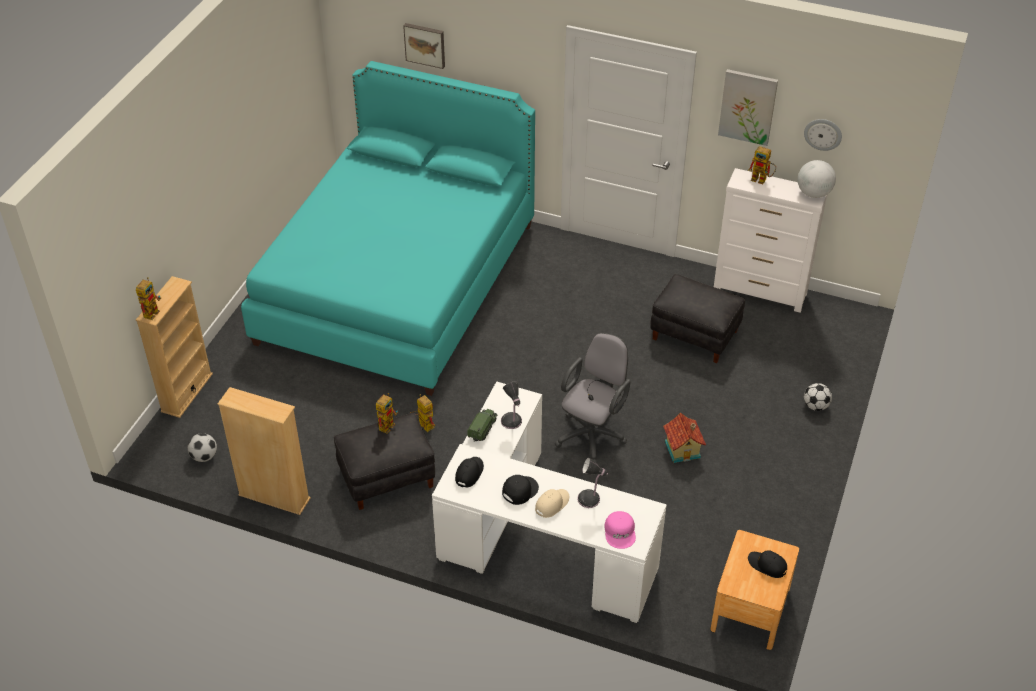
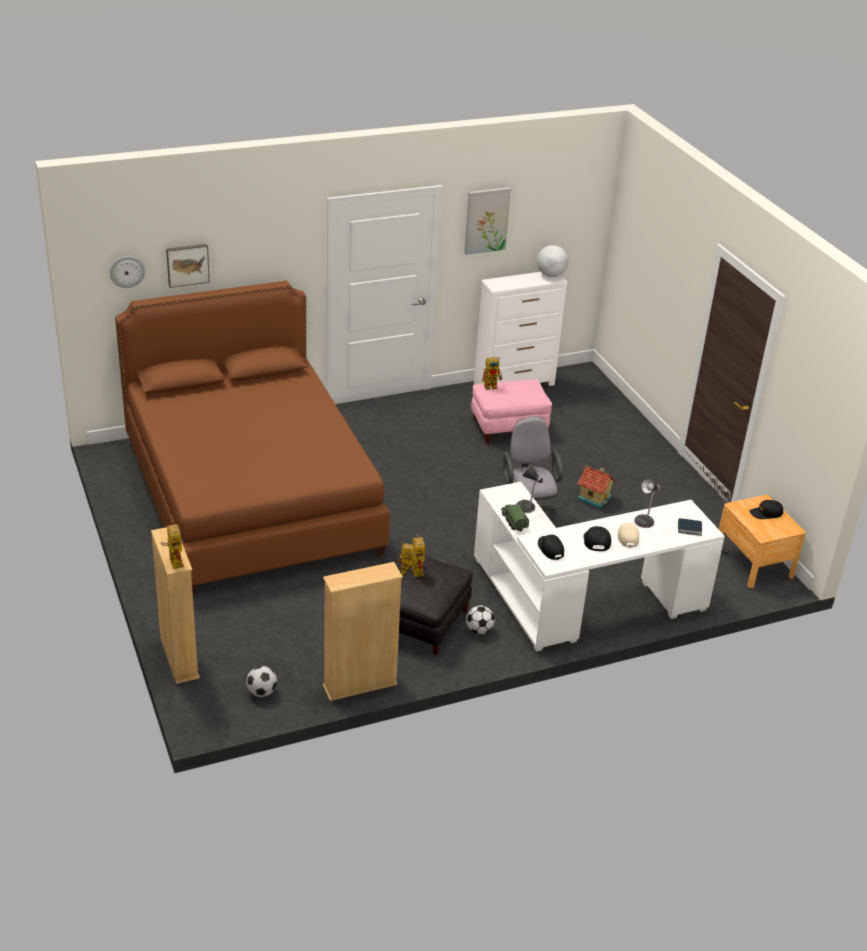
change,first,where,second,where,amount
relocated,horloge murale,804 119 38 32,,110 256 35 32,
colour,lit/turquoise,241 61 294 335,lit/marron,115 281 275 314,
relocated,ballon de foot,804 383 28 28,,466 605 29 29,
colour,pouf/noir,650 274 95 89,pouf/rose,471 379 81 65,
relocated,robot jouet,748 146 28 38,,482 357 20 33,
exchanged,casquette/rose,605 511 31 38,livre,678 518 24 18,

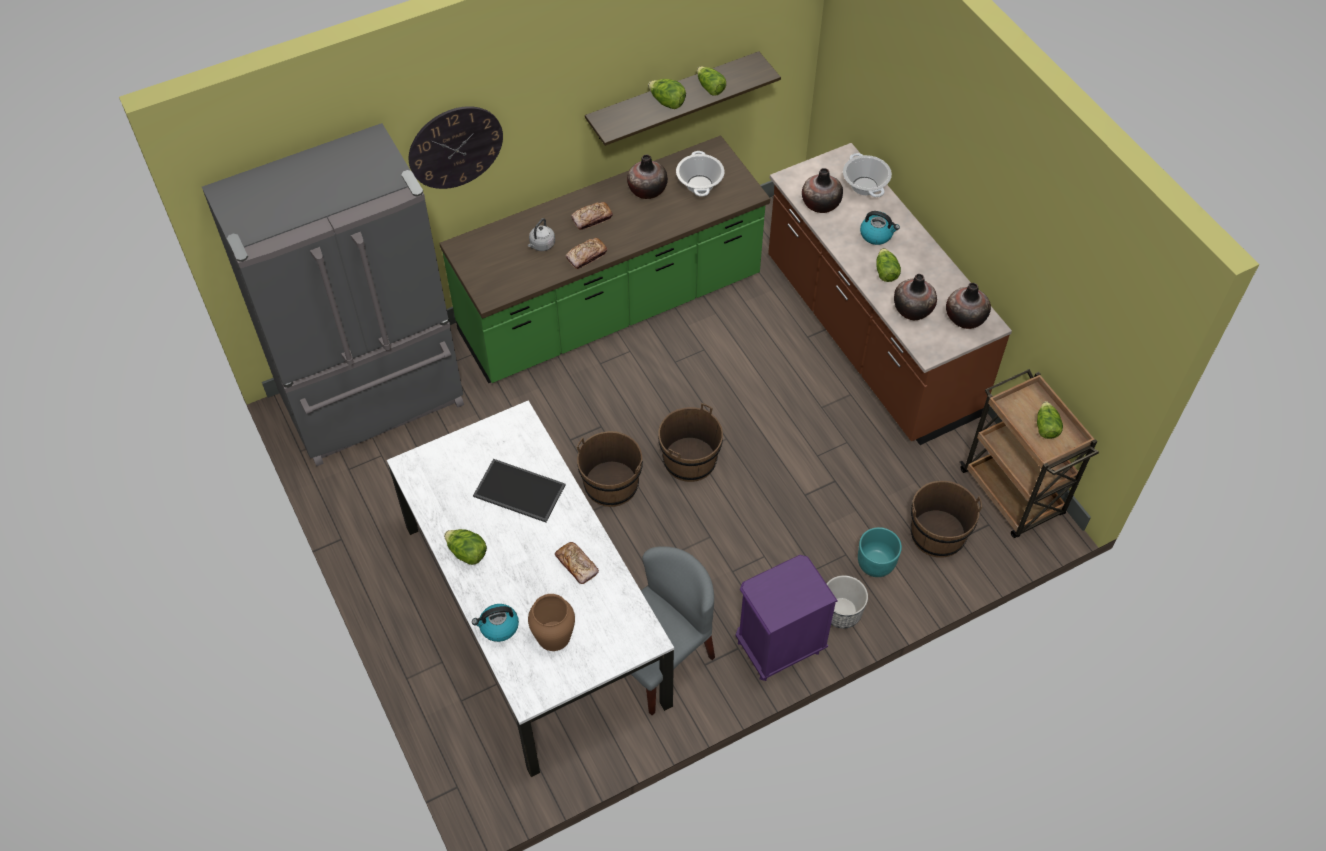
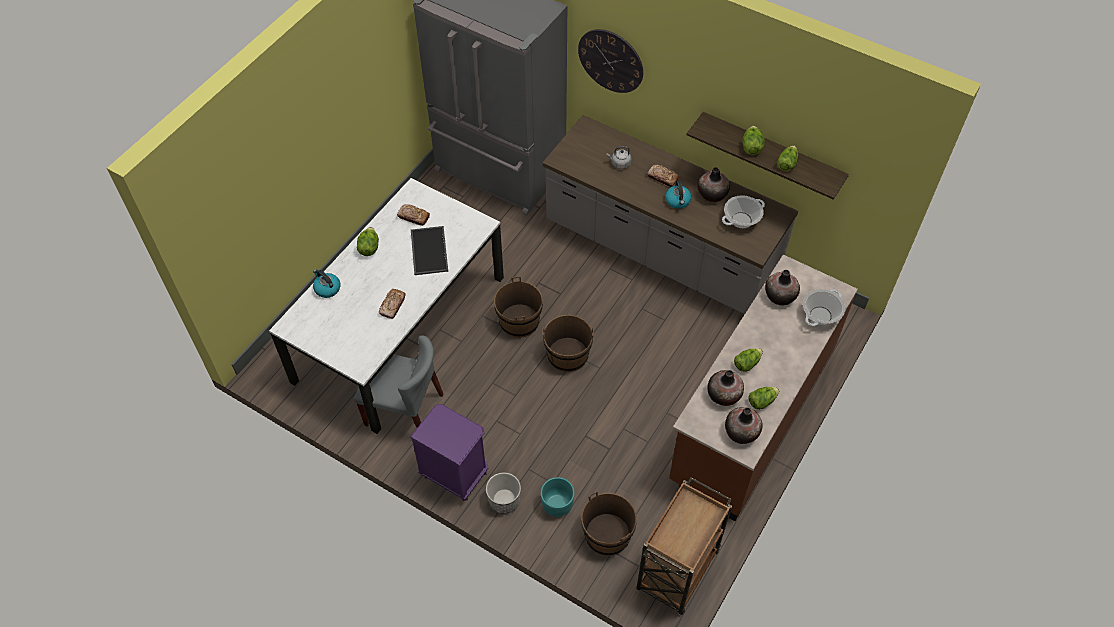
change,first,where,second,where,amount
relocated,pain,566 238 41 31,,397 204 33 22,
colour,comptoir de cuisine/vert,439 135 331 248,comptoir de cuisine/gris,542 115 256 199,
relocated,bouilloire,860 211 40 34,,665 180 26 29,
relocated,laitue,1037 401 26 38,,748 387 32 23,
missing,vase/marron,528 594 47 57,,,

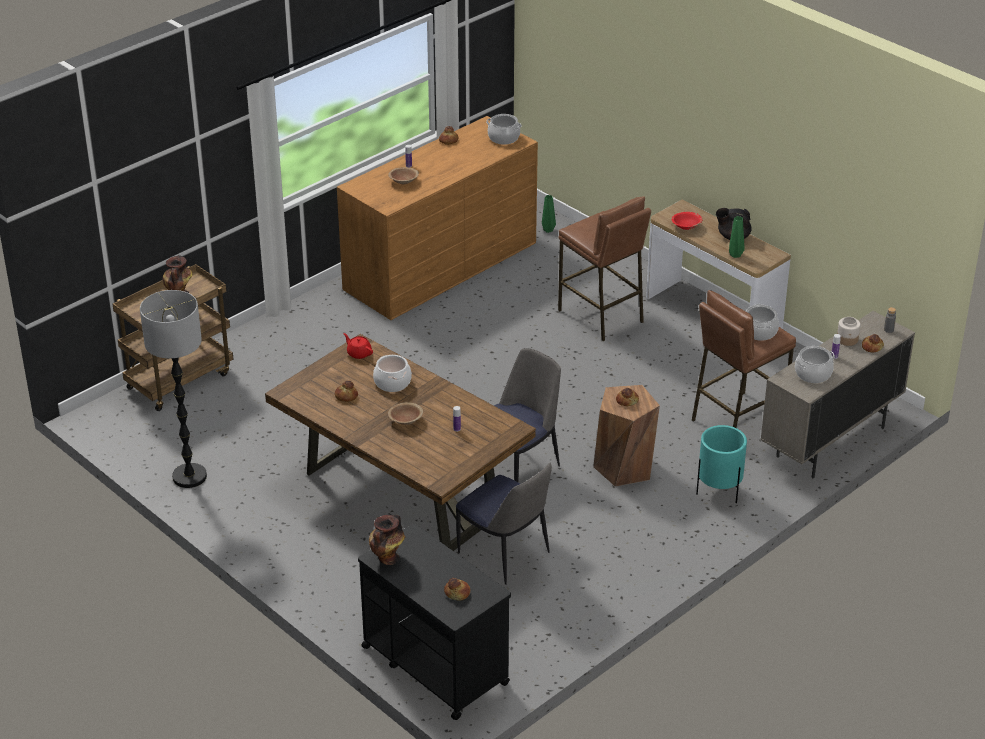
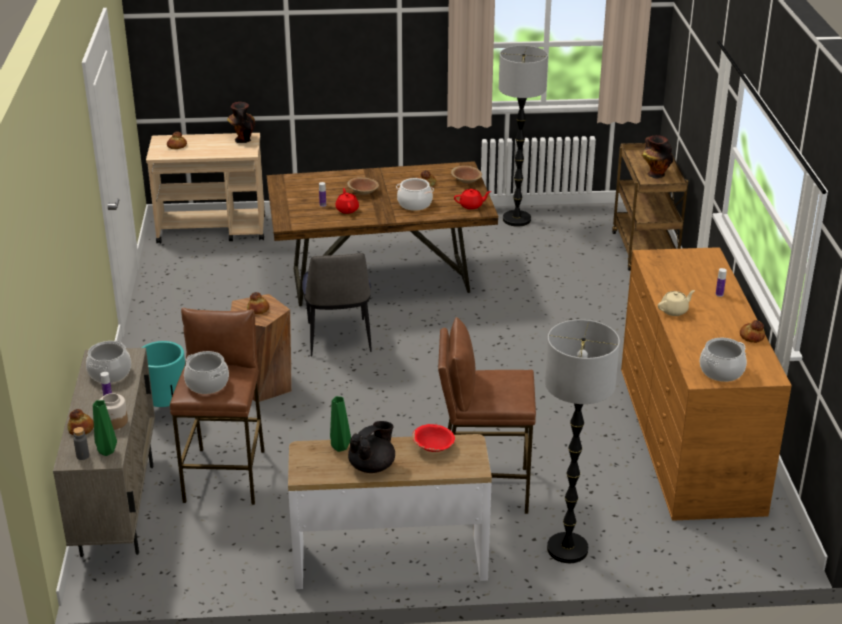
change,first,where,second,where,amount
relocated,vase/vert,542 195 14 38,,93 400 24 56,
colour,chariot/noir,358 523 153 197,chariot/beige,146 133 119 111,
appeared,,,théière/rouge,335 188 24 26,
relocated,bol/marron,388 167 31 17,,451 166 31 18,
appeared,,,lampadaire,545 320 75 243,
appeared,,,théière/beige,658 290 37 26,
missing,chaise,456 462 96 123,,,

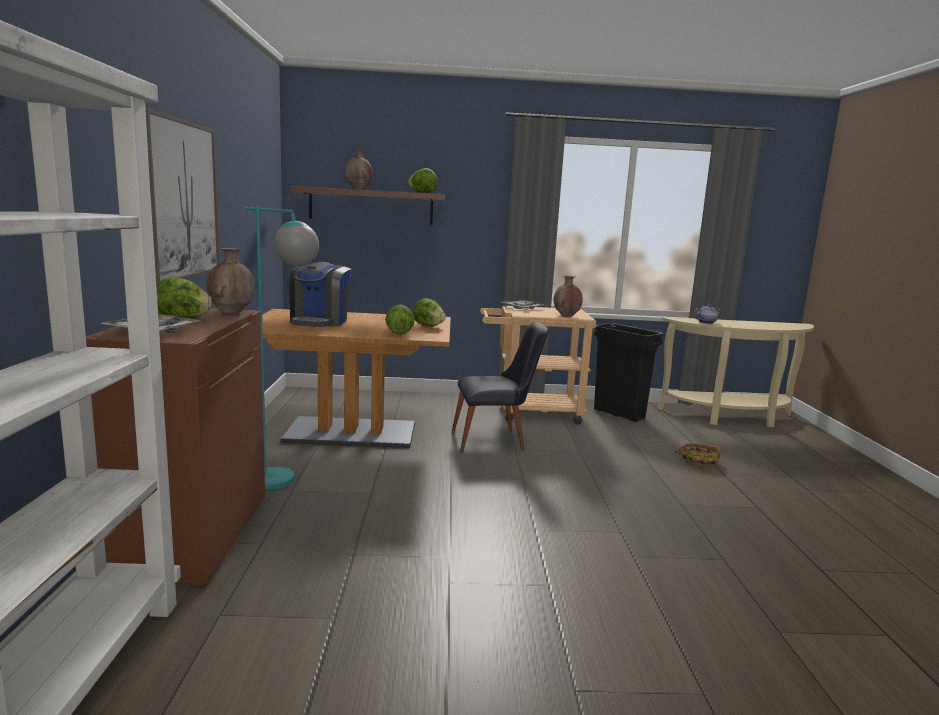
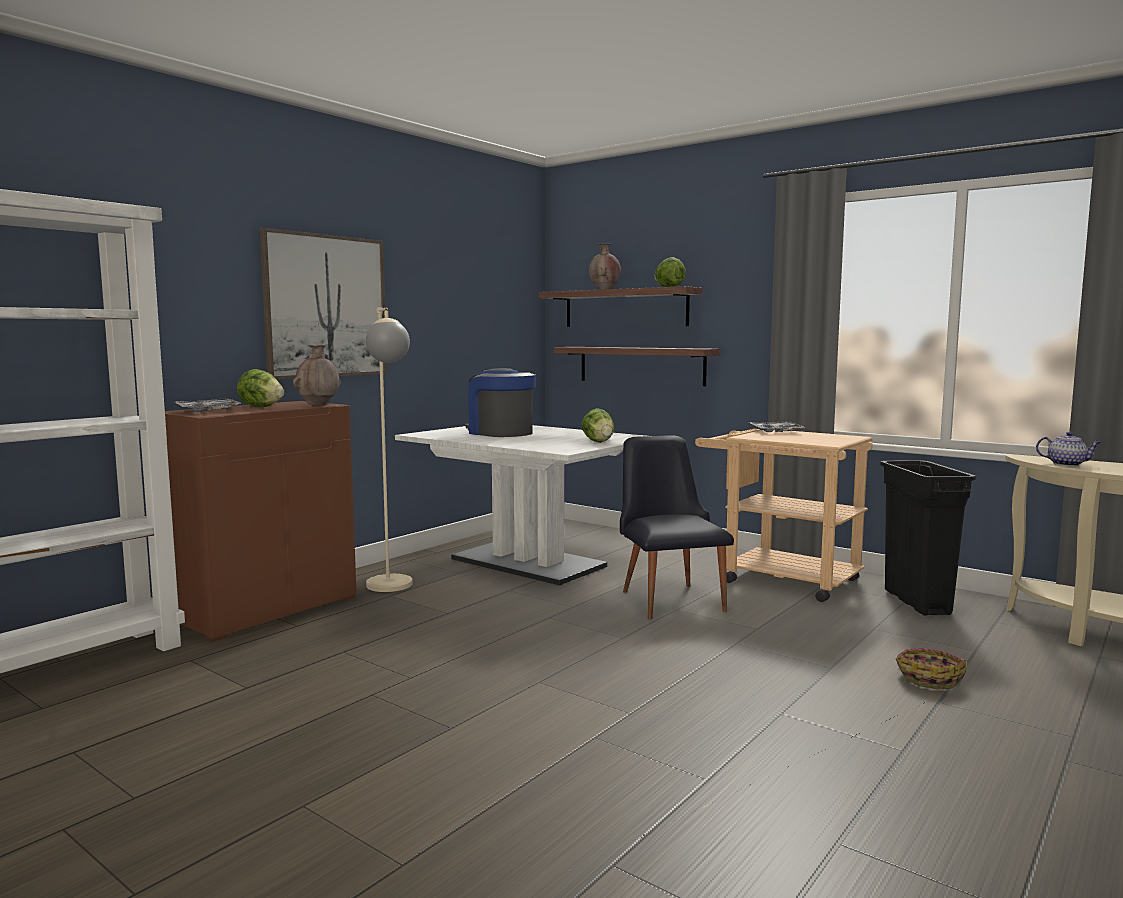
change,first,where,second,where,amount
colour,lampadaire/turquoise,245 206 74 284,lampadaire/beige,366 307 47 285,
colour,table à manger/marron,262 309 189 139,table à manger/blanc,395 425 250 160,
spun,machine à café,289 262 62 65,,465 368 71 69,90 degrees clockwise
appeared,,,étagère,554 347 166 39,
spun,chaise/noir,452 322 96 130,,620 435 114 184,135 degrees counterclockwise
missing,laitue,385 305 30 30,,,
missing,vase/marron,554 275 29 42,,,

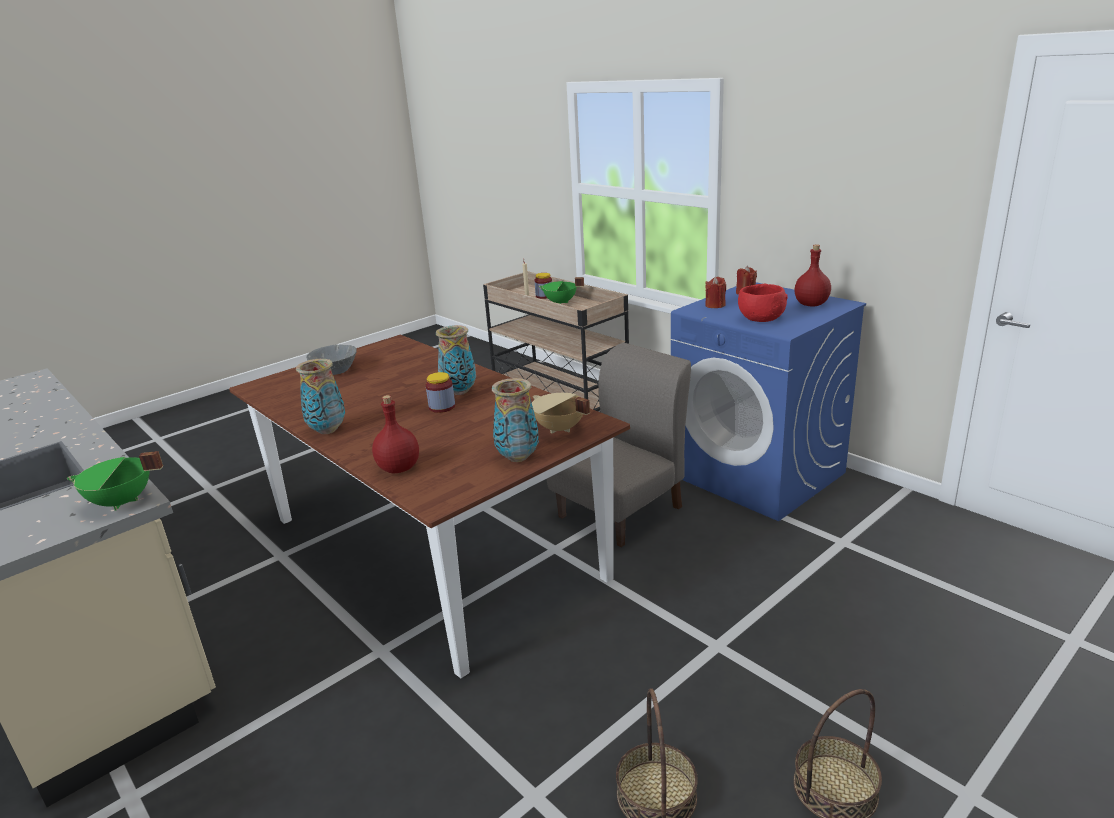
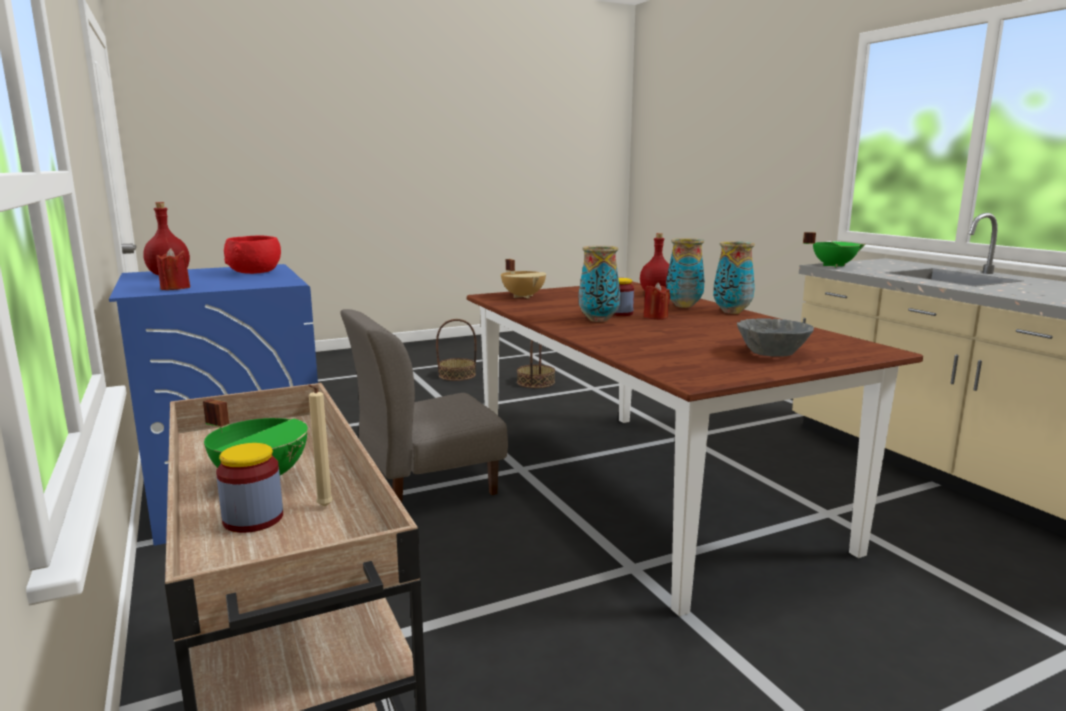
change,first,where,second,where,amount
relocated,bougie/rouge,705 277 21 31,,643 283 27 37,
relocated,vase,492 378 47 84,,666 238 39 70,

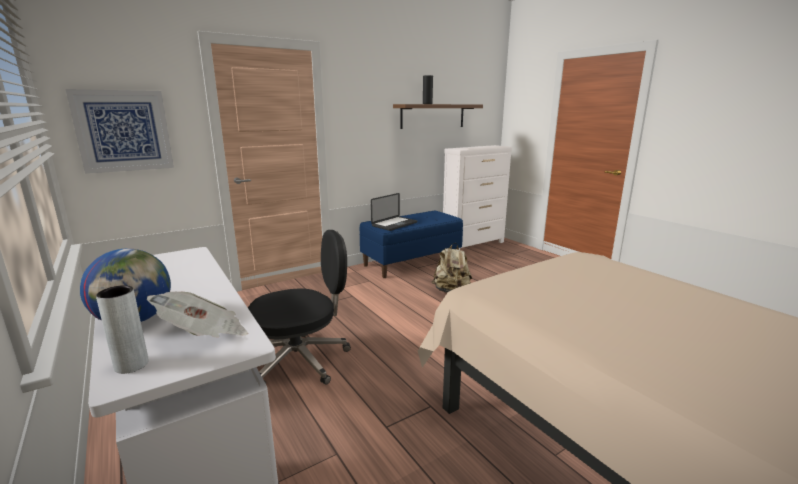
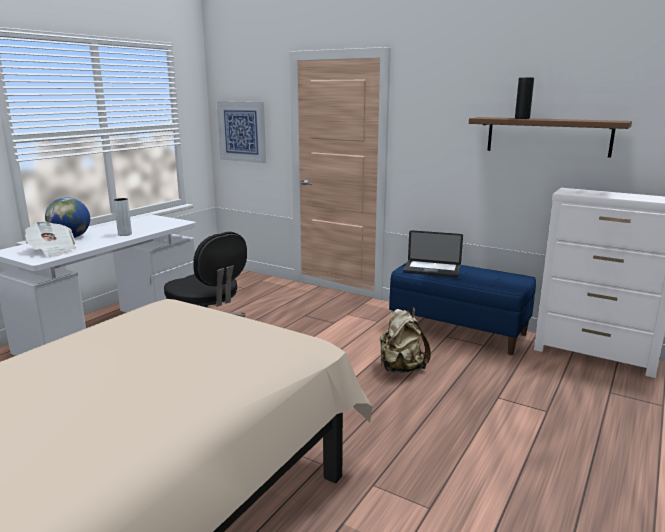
change,first,where,second,where,amount
relocated,vase/gris,96 285 53 89,,114 198 18 38,

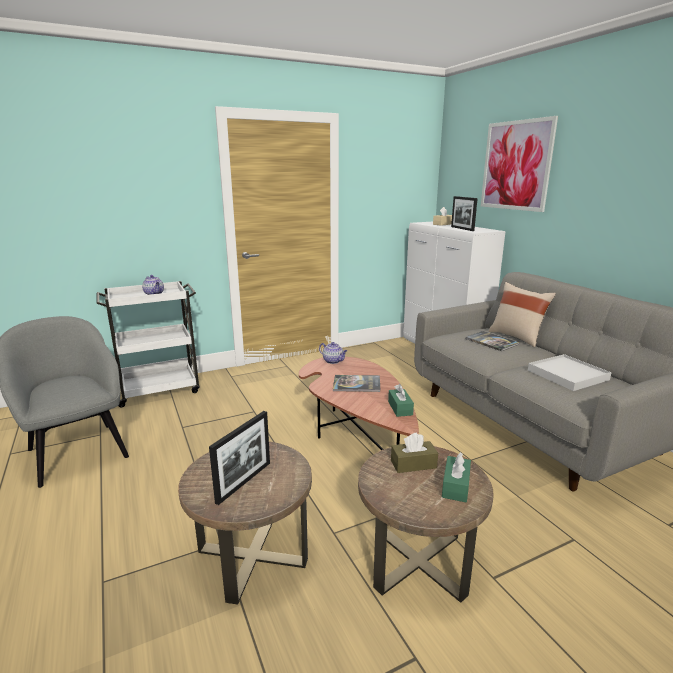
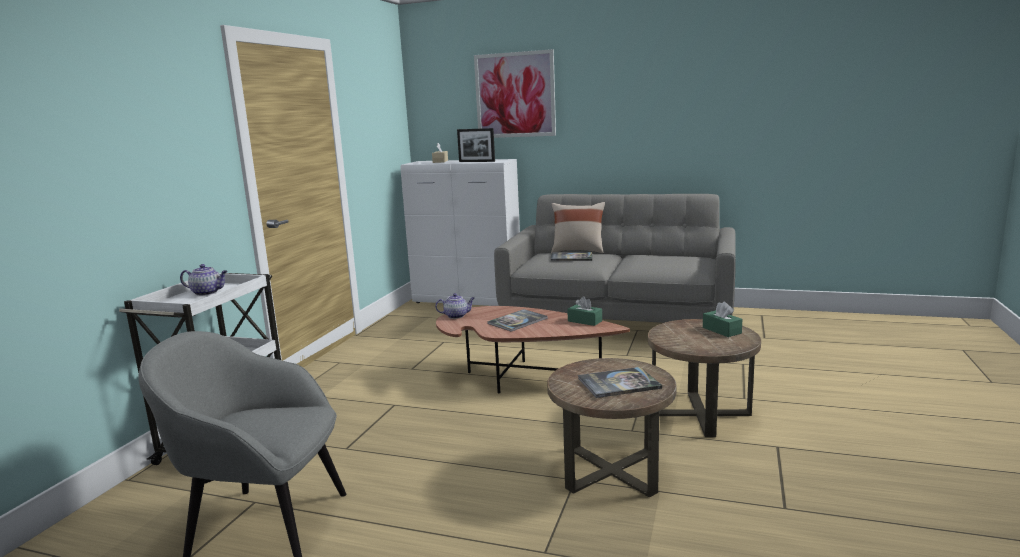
change,first,where,second,where,amount
exchanged,cadre photo,209 411 61 94,livre,578 367 84 31,
missing,boîte à mouchoirs/marron,391 433 47 40,,,
missing,plateau/blanc,528 354 84 37,,,

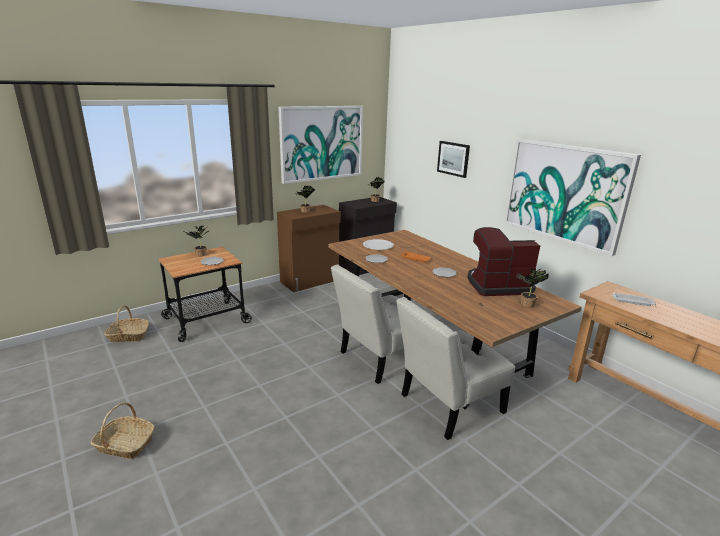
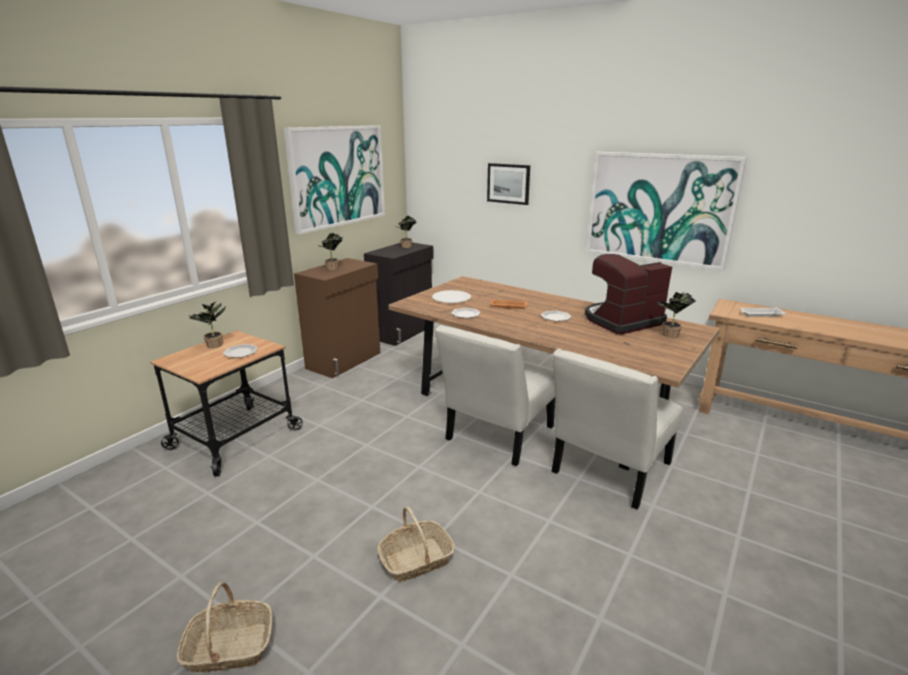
change,first,where,second,where,amount
relocated,panier,104 305 45 37,,377 506 78 76,

